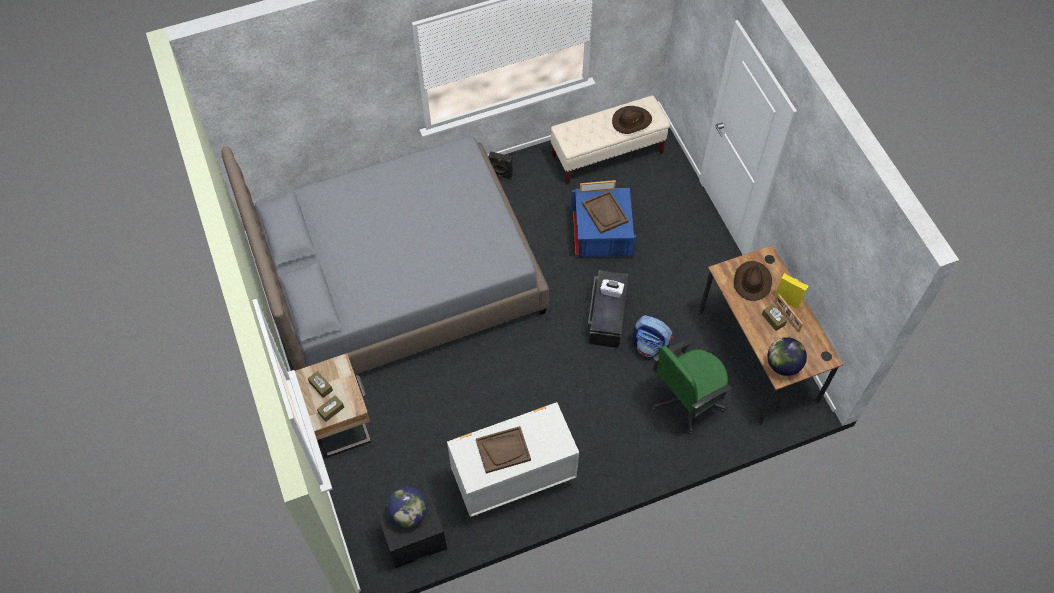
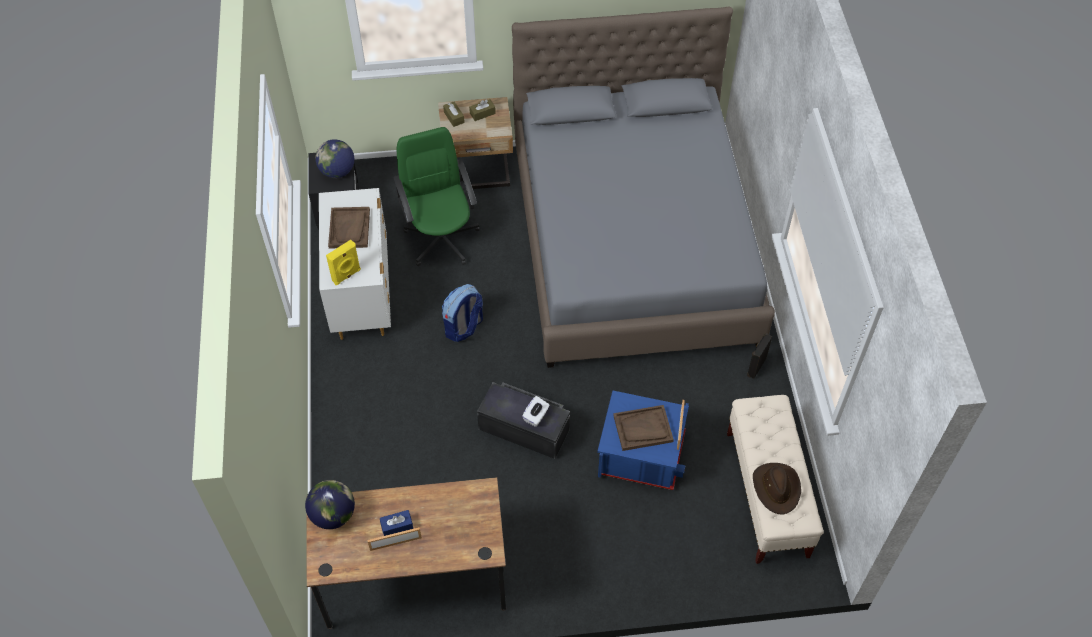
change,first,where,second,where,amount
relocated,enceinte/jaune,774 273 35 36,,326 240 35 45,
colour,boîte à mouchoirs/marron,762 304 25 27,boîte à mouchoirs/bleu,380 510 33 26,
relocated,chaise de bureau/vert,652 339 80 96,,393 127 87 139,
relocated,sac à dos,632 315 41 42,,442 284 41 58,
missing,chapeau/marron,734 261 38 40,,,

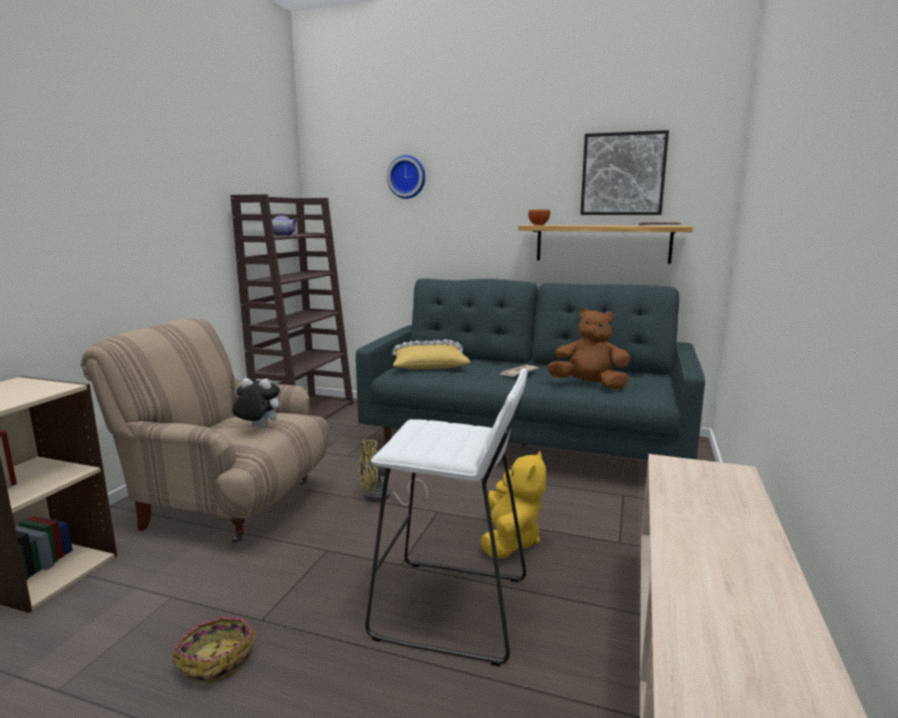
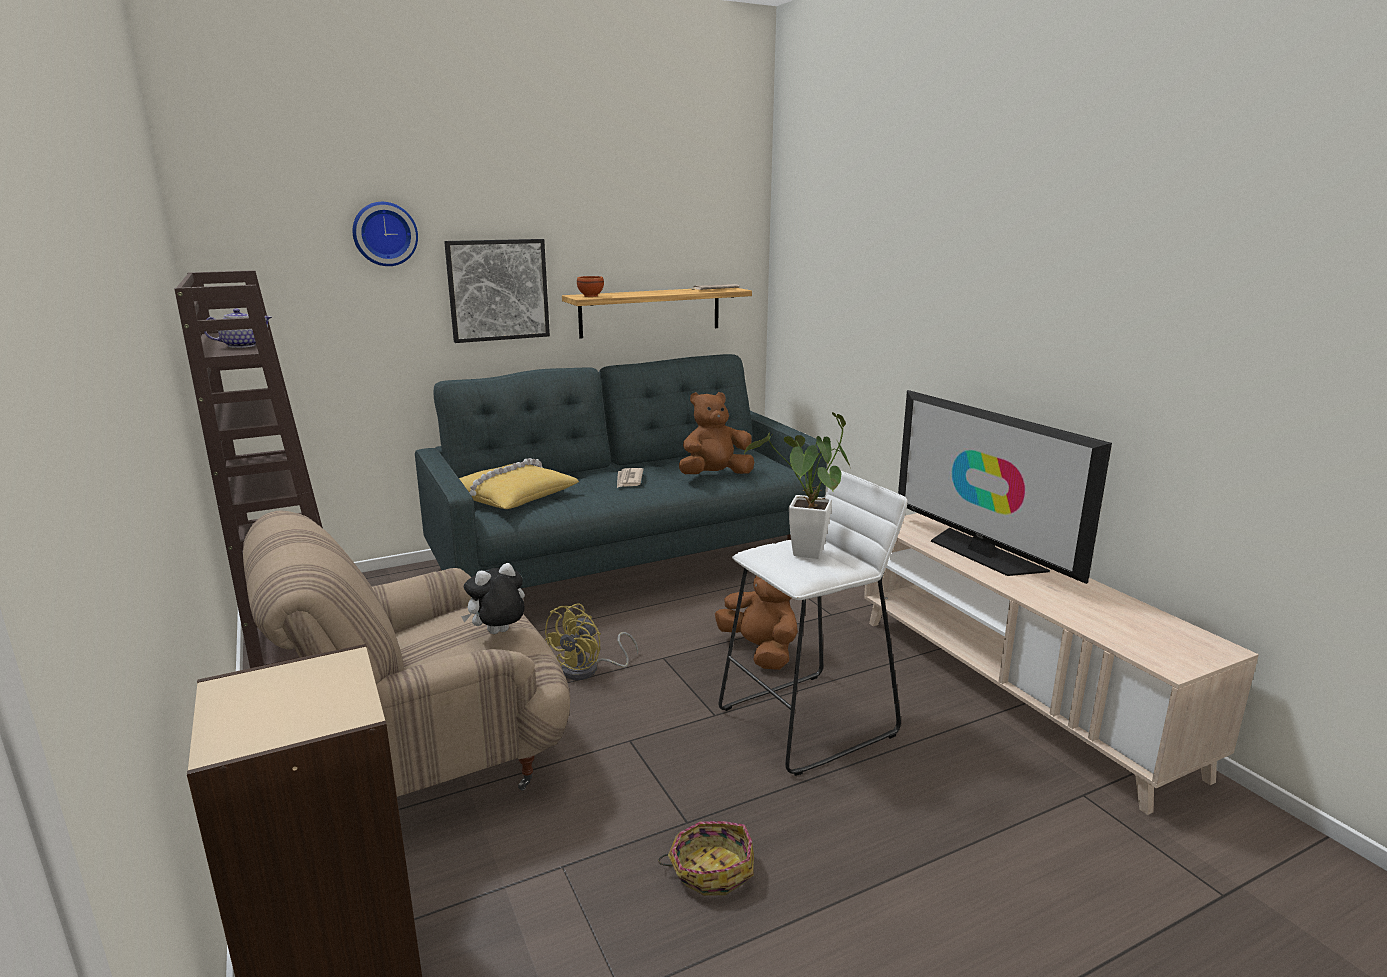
change,first,where,second,where,amount
relocated,tableau,580 130 89 85,,444 239 106 104,
colour,peluche/jaune,480 451 66 108,peluche/marron,715 576 83 94,
appeared,,,plante en pot,744 412 107 147,
appeared,,,téléviseur,898 390 214 194,

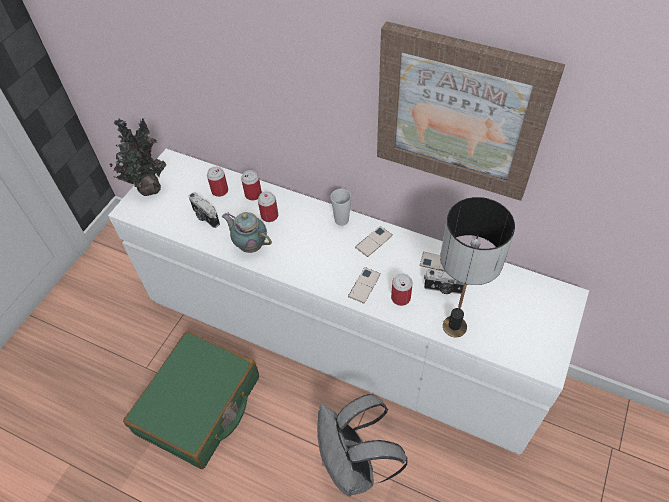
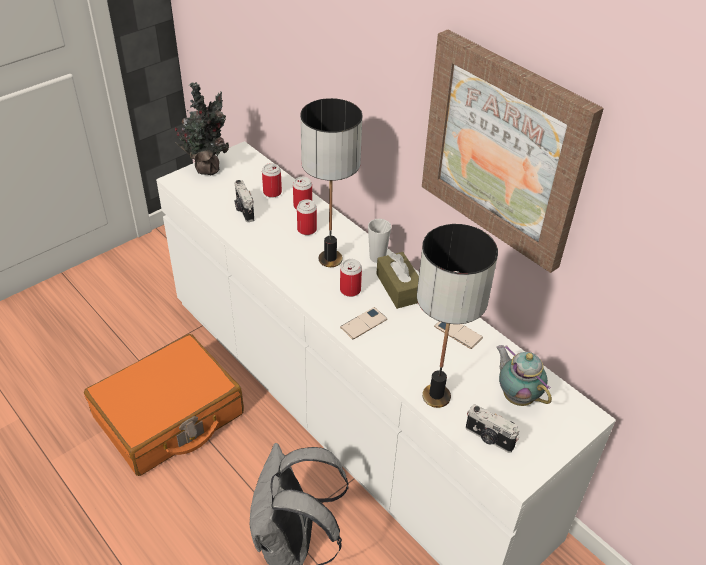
change,first,where,second,where,amount
colour,valise/vert,123 331 136 138,valise/orange,84 334 160 142,
appeared,,,lampe de table,300 98 62 169,
relocated,boîte métallique,391 273 22 33,,340 259 22 38,
exchanged,téléphone,355 226 38 31,boîte à mouchoirs/marron,376 252 43 57,
relocated,appareil photo,424 269 40 25,,466 404 53 49,
relocated,théière,222 212 50 41,,496 345 56 61,

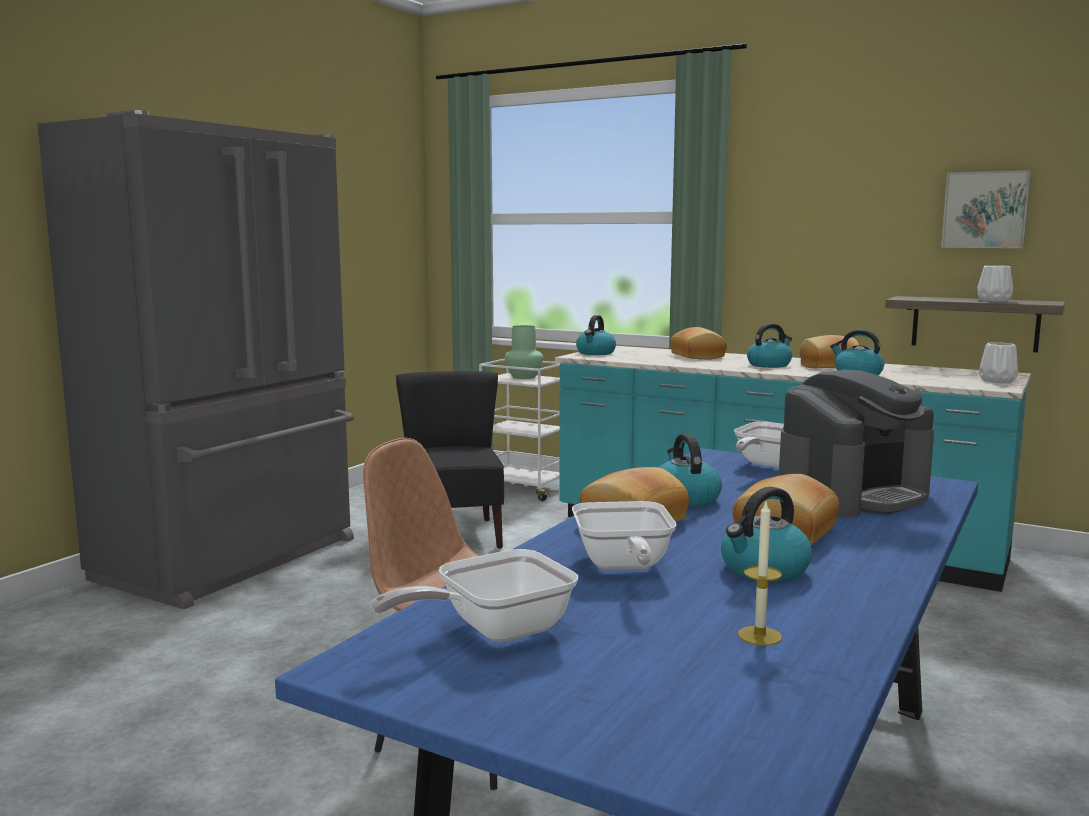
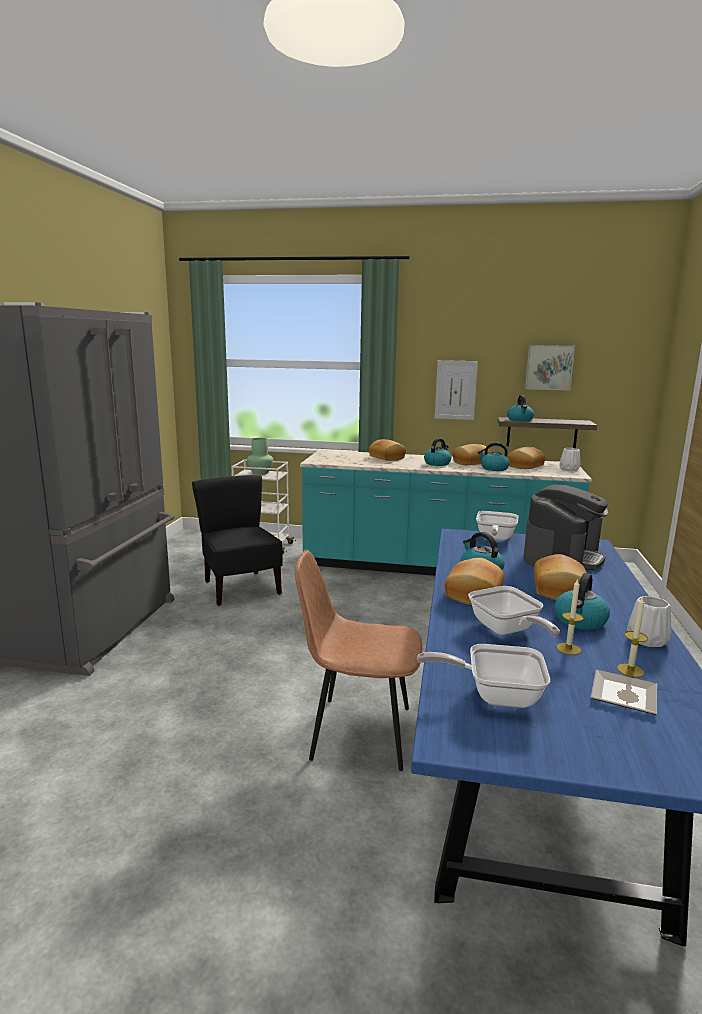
change,first,where,second,where,amount
spun,poêle,371 549 207 93,,417 644 133 64,60 degrees clockwise
appeared,,,tableau,435 360 43 60,
relocated,bouilloire,576 315 40 40,,507 395 27 26,
appeared,,,pain,507 447 38 22,
appeared,,,bougie,556 578 27 77,
appeared,,,assiette,591 670 66 45,
relocated,vase/blanc,977 265 36 37,,627 596 44 51,

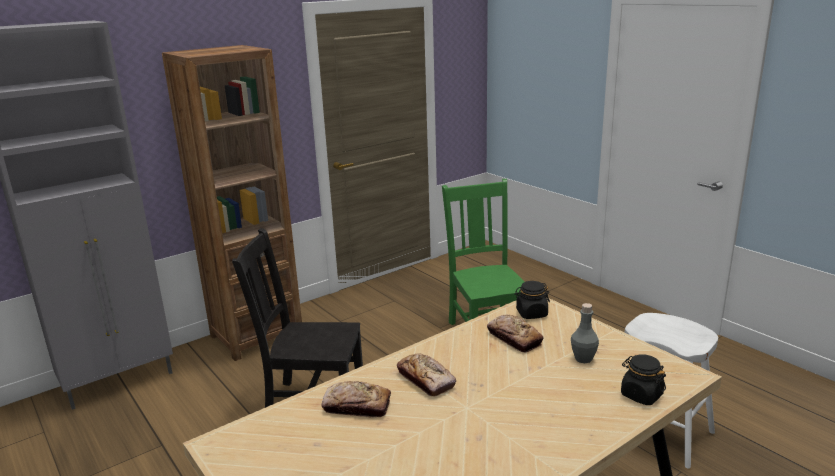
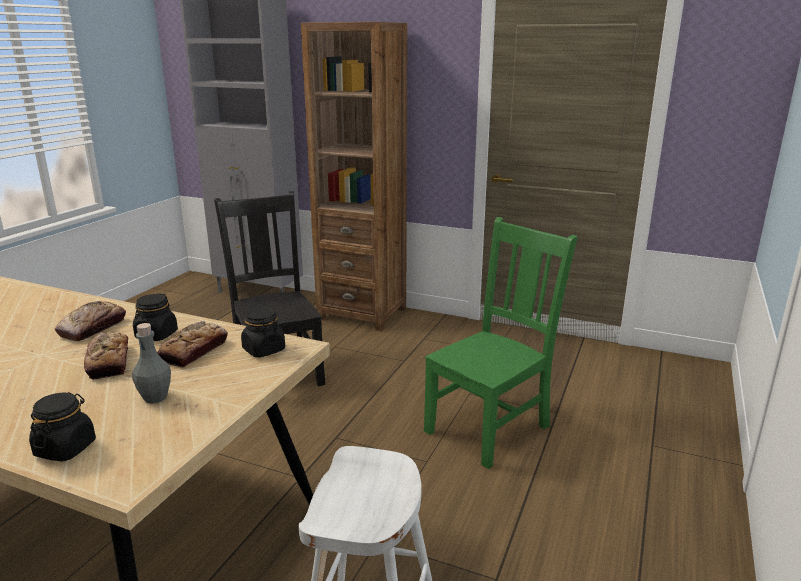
change,first,where,second,where,amount
relocated,pain,321 381 70 36,,84 331 44 48,
appeared,,,bocal/noir,133 293 45 48,

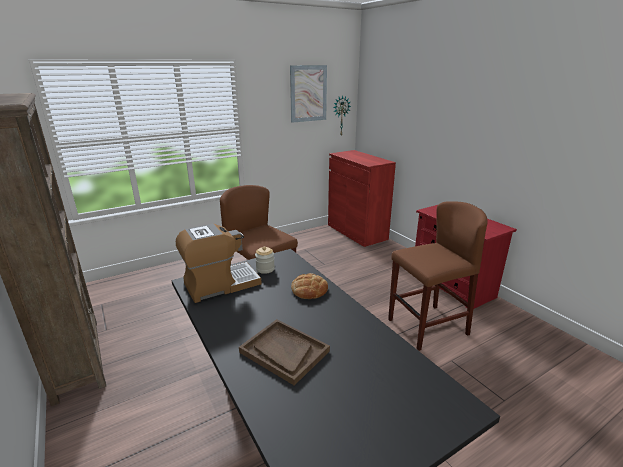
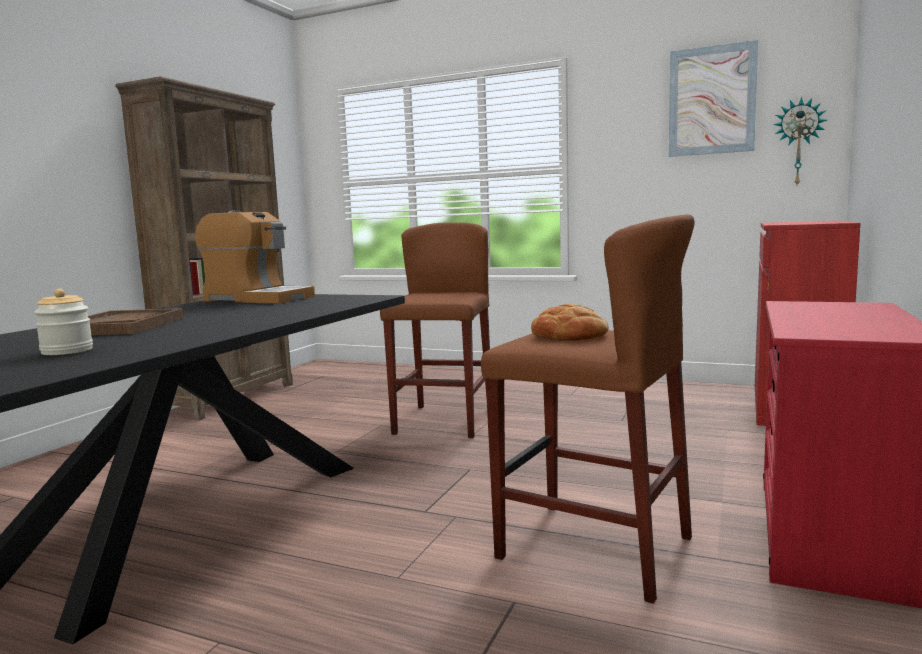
change,first,where,second,where,amount
relocated,bocal,255 246 20 28,,34 289 59 66,
relocated,pain,291 273 37 26,,531 304 78 37,

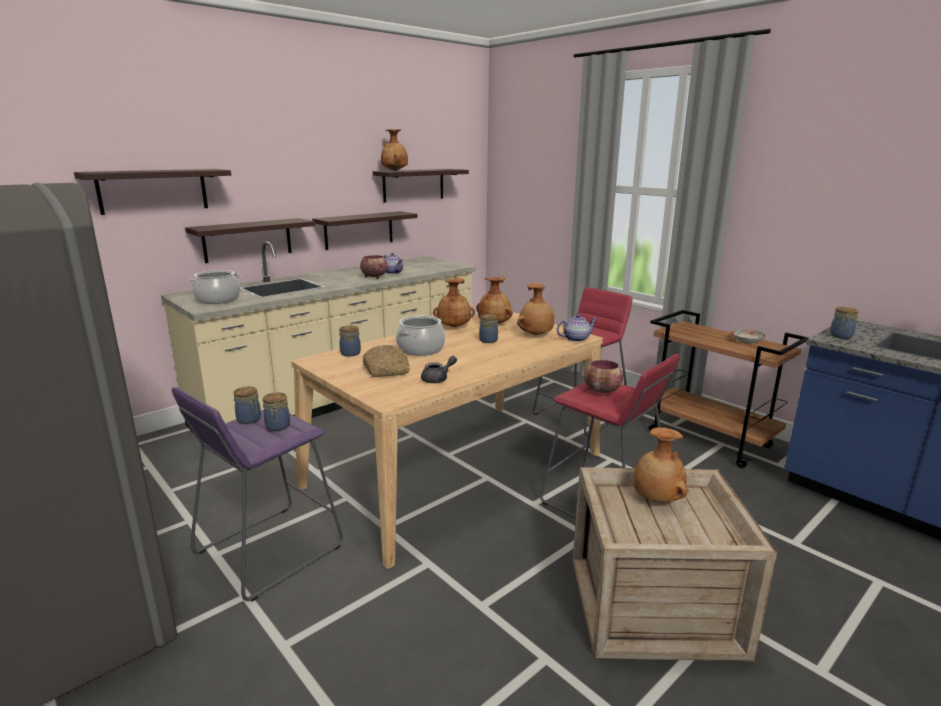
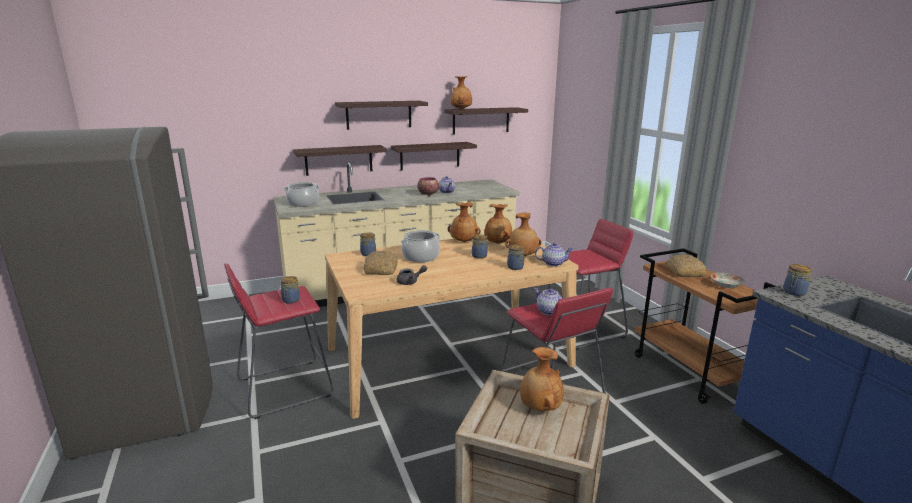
change,first,where,second,where,amount
colour,tabouret/violet,172 387 171 215,tabouret/rouge,224 264 110 155,
relocated,étagère,74 169 157 46,,335 101 93 29,
relocated,bocal,233 387 28 37,,507 245 17 25,
exchanged,bol,584 360 39 36,théière,534 288 30 27,
appeared,,,pain,666 254 41 23,

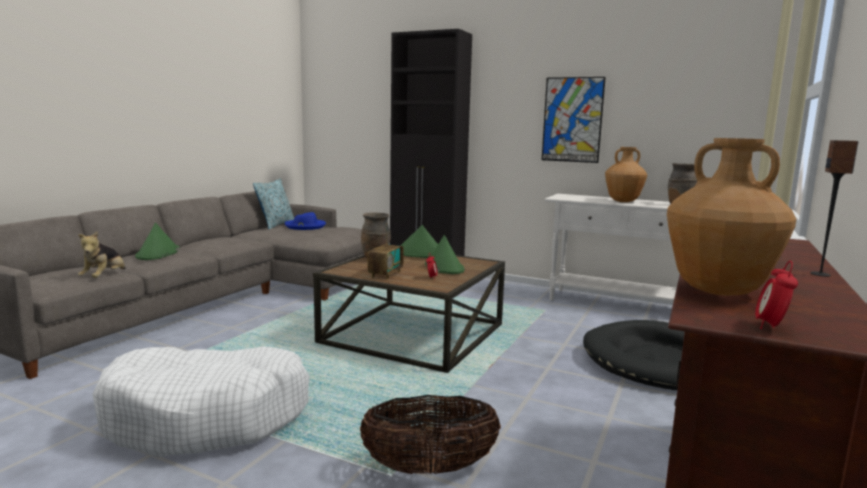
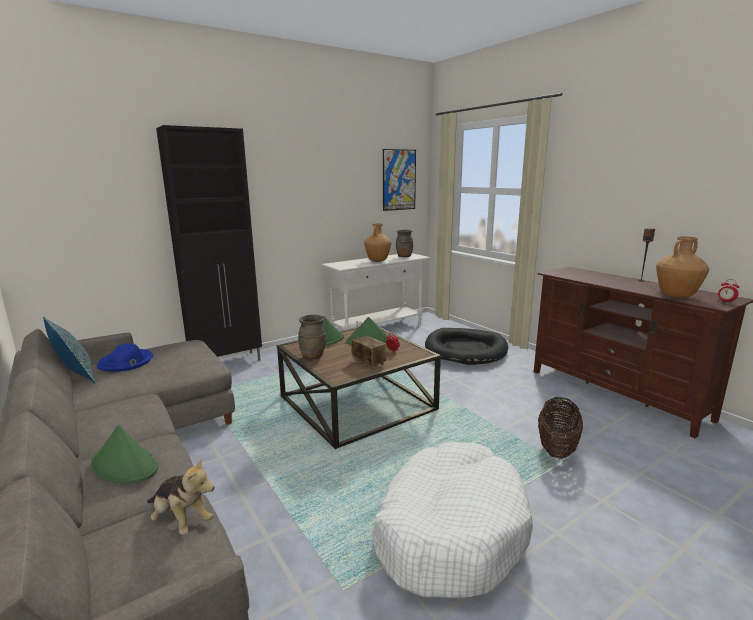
change,first,where,second,where,amount
relocated,tableau,542 77 64 86,,383 149 33 62,

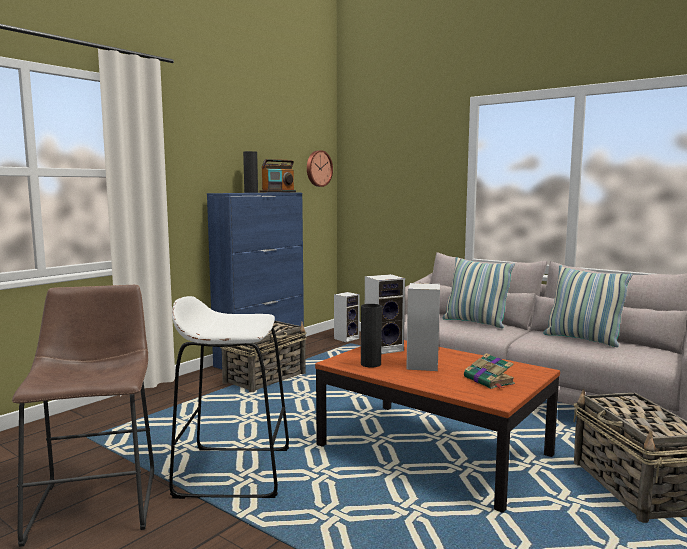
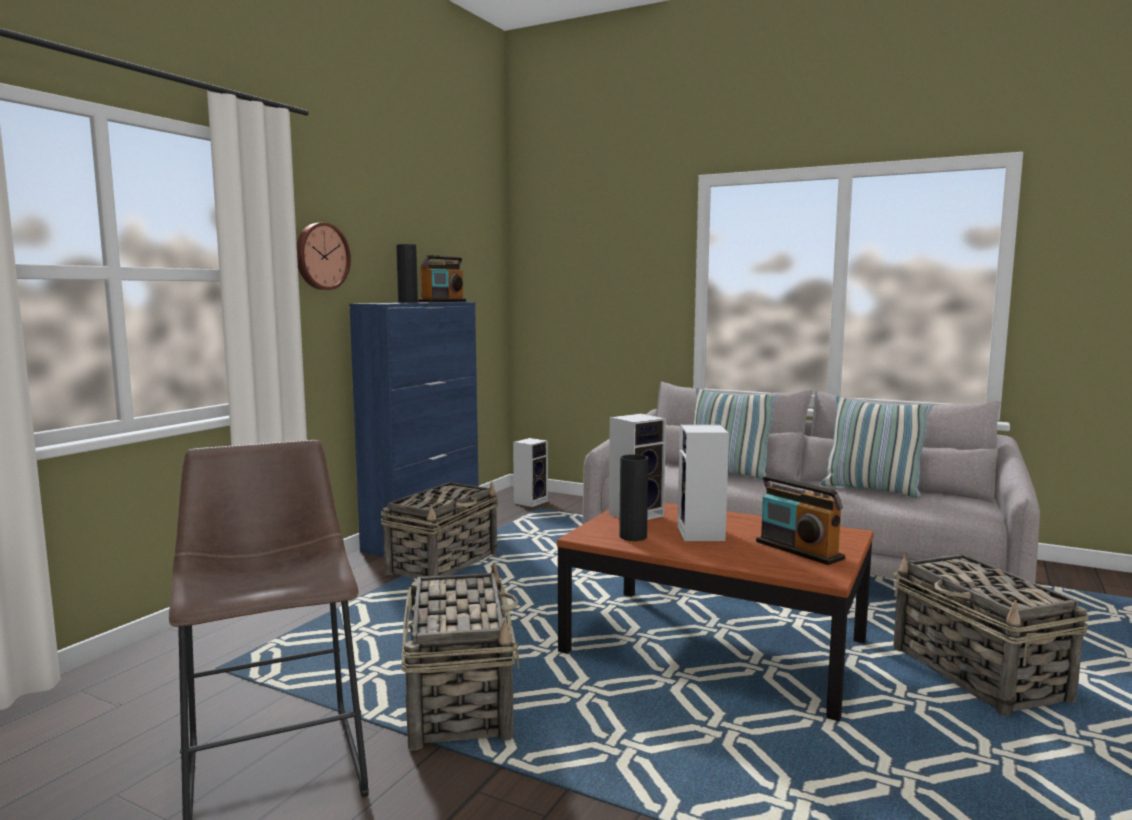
change,first,where,second,where,amount
relocated,horloge murale,307 150 26 37,,297 223 54 67,
exchanged,tabouret/blanc,169 296 120 203,panier,402 562 118 189,
exchanged,livre,464 353 51 36,radio,756 474 89 91,

